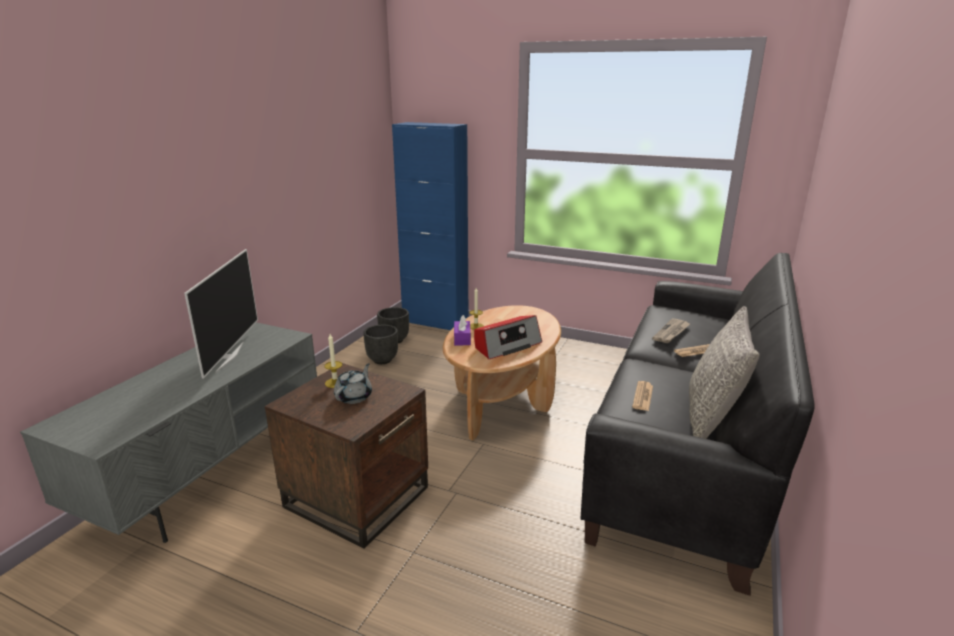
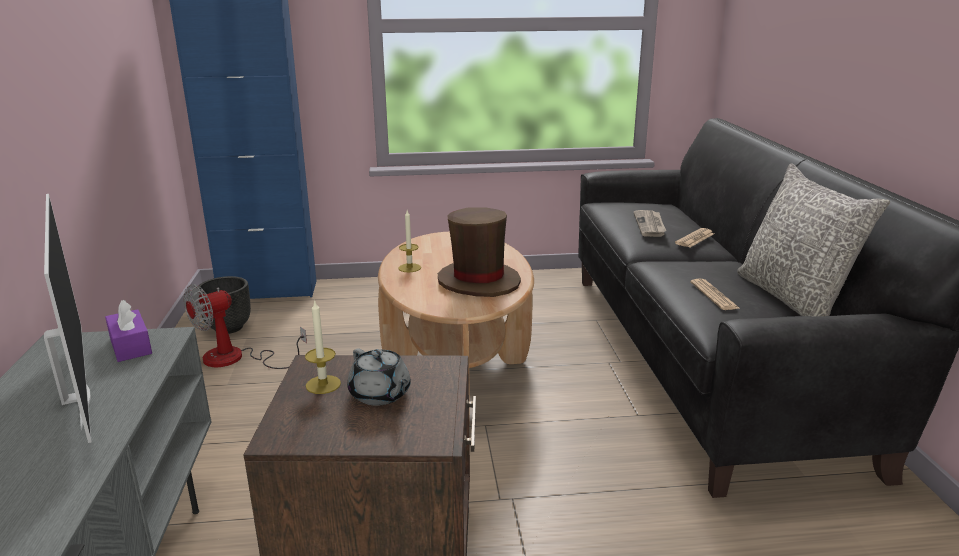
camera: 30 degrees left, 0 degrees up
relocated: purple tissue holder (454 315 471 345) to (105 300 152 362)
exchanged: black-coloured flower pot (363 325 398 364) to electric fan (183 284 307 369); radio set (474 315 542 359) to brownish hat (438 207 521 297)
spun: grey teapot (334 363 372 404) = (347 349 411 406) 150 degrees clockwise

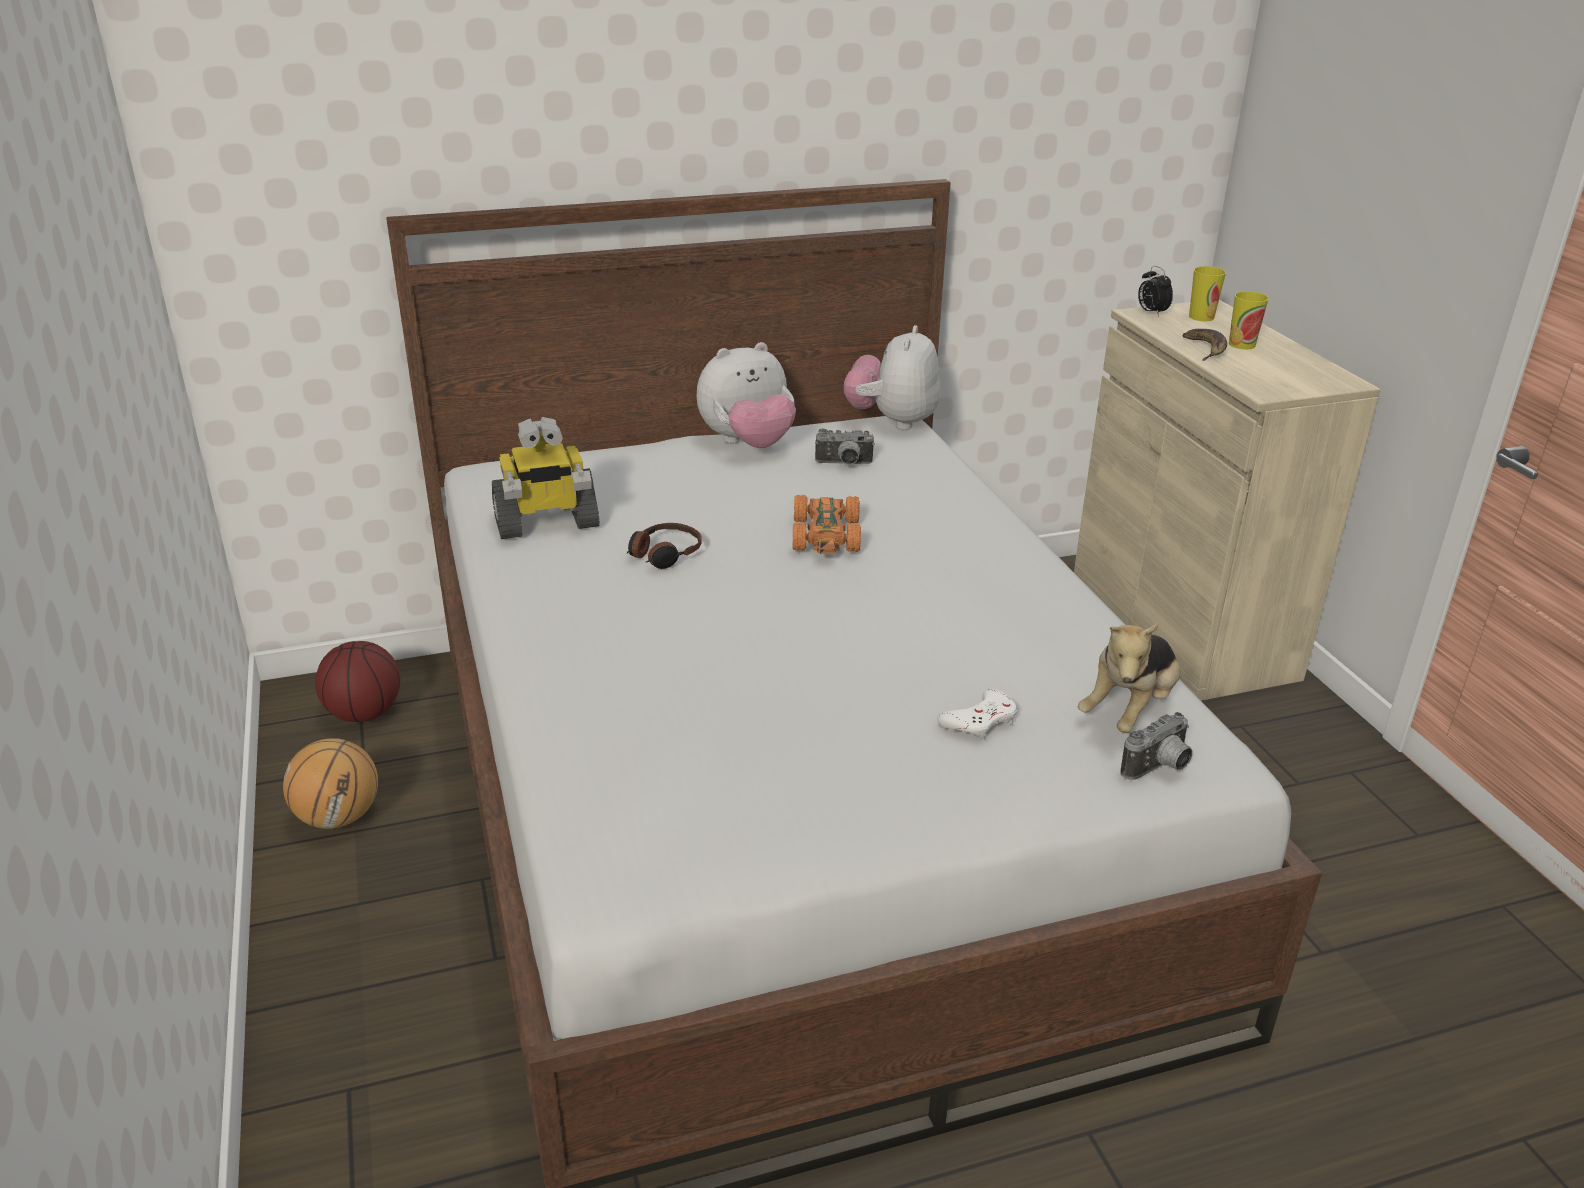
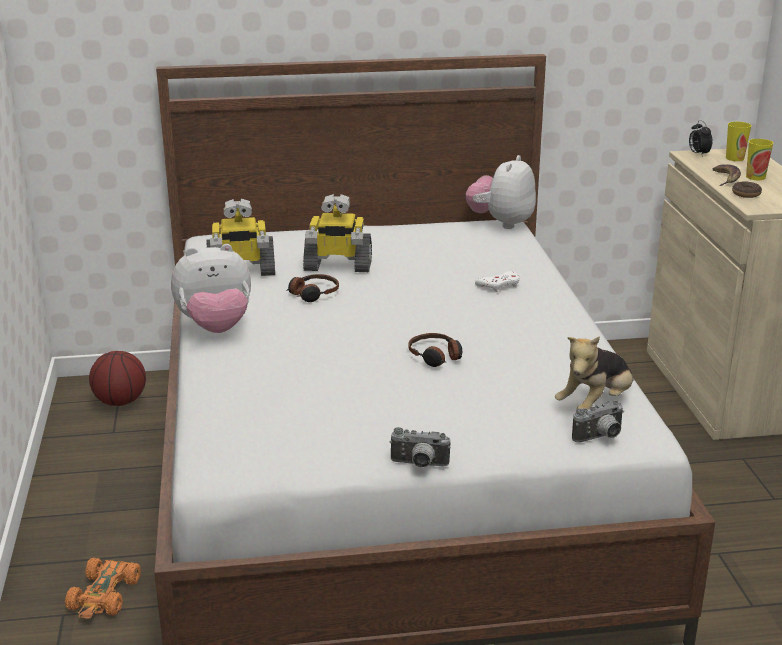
camera: 10 degrees right, 5 degrees down
missing: basketball (283 738 378 829)
appeared: model robot (303 194 372 272); headphones (409 333 462 367); donut (732 181 762 198)
relocated: orangey model car (792 495 861 554) to (65 558 141 619); plush toy (697 342 796 448) to (171 244 251 333); still camera (815 429 875 465) to (390 427 451 468); white-coloured joypad (937 689 1017 740) to (475 271 520 292)

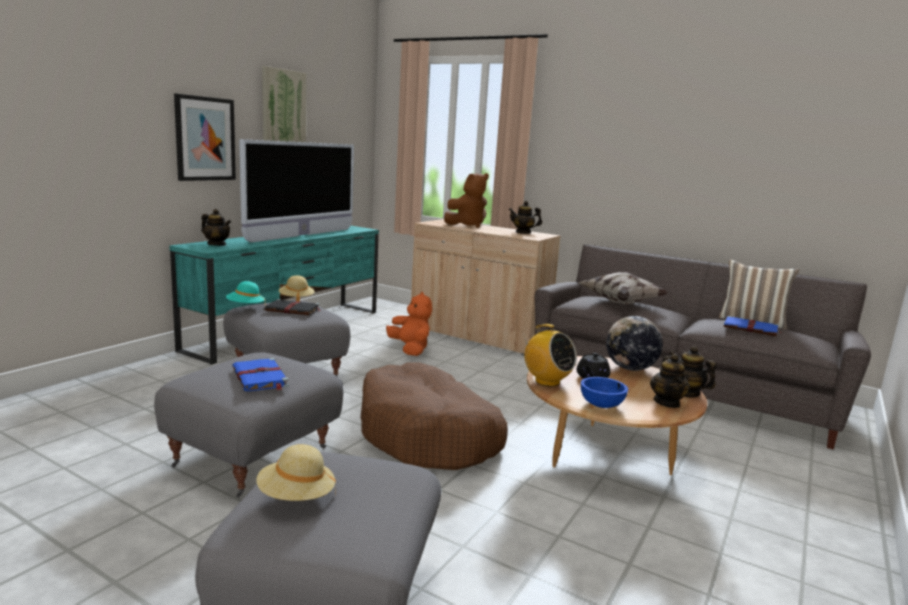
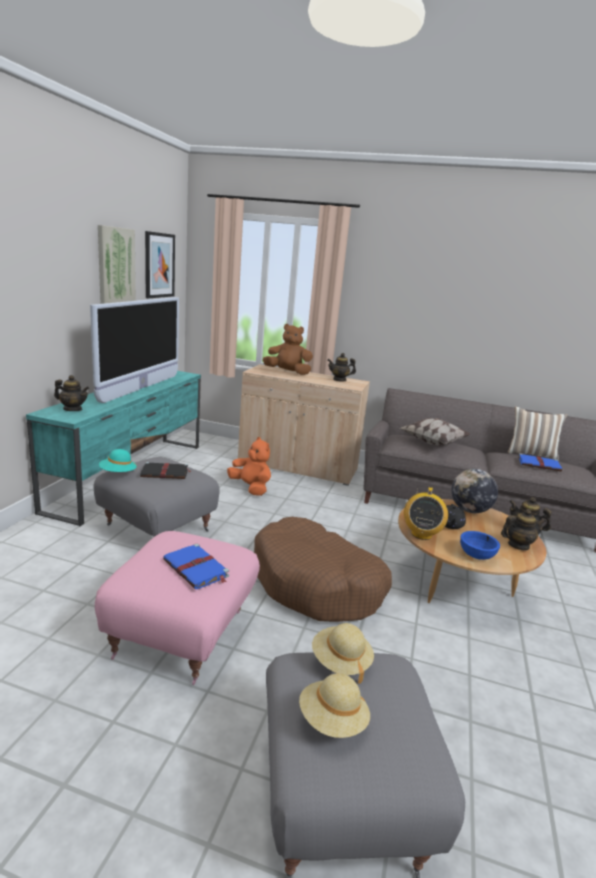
camera: 15 degrees left, 5 degrees up
relocated: picture (174 93 236 181) to (145 231 175 298); sand-coloured hat (279 275 315 301) to (312 623 374 684)
colour: grey pouffe (154 353 343 498) to pink-coloured pouffe (95 531 260 685)
spun: brownish plush toy (444 173 489 228) = (263 324 313 375) 120 degrees counterclockwise; radio set (523 324 577 387) = (404 487 448 540) 75 degrees clockwise; teapot (650 354 690 408) = (501 509 546 550) 90 degrees counterclockwise

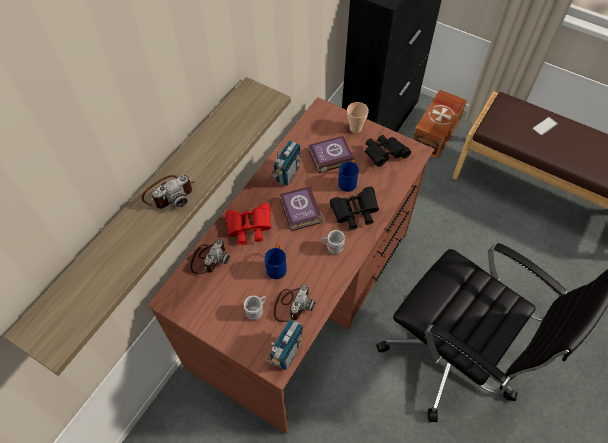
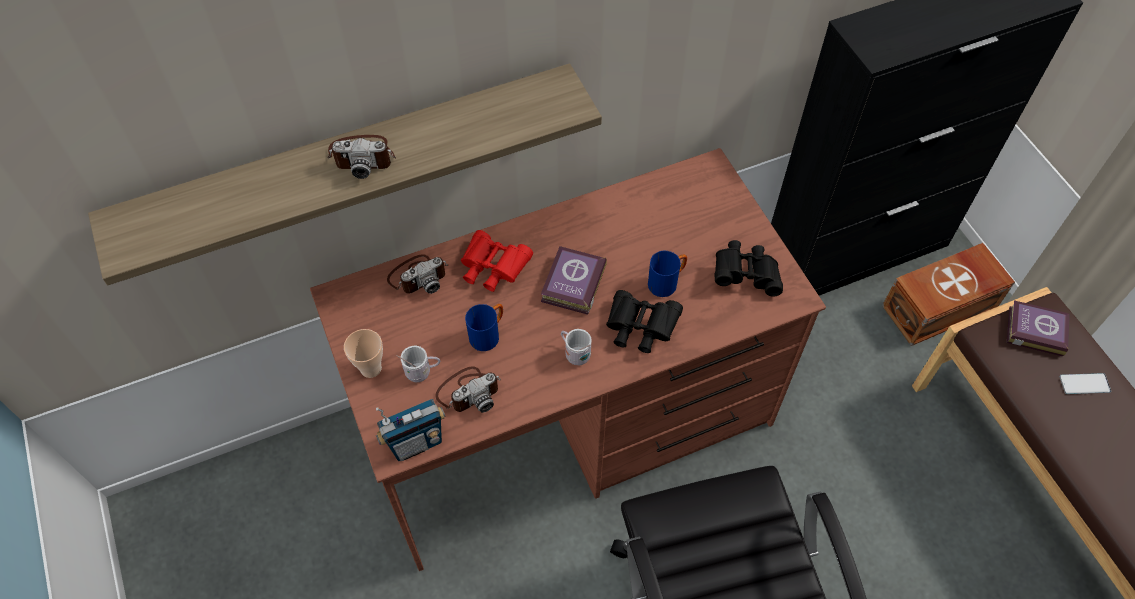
camera: 35 degrees right, 0 degrees up
missing: radio set (271 141 301 186)
relocated: drinking cup (347 102 369 133) to (344 329 383 378); volume (308 136 354 173) to (1007 300 1070 356)

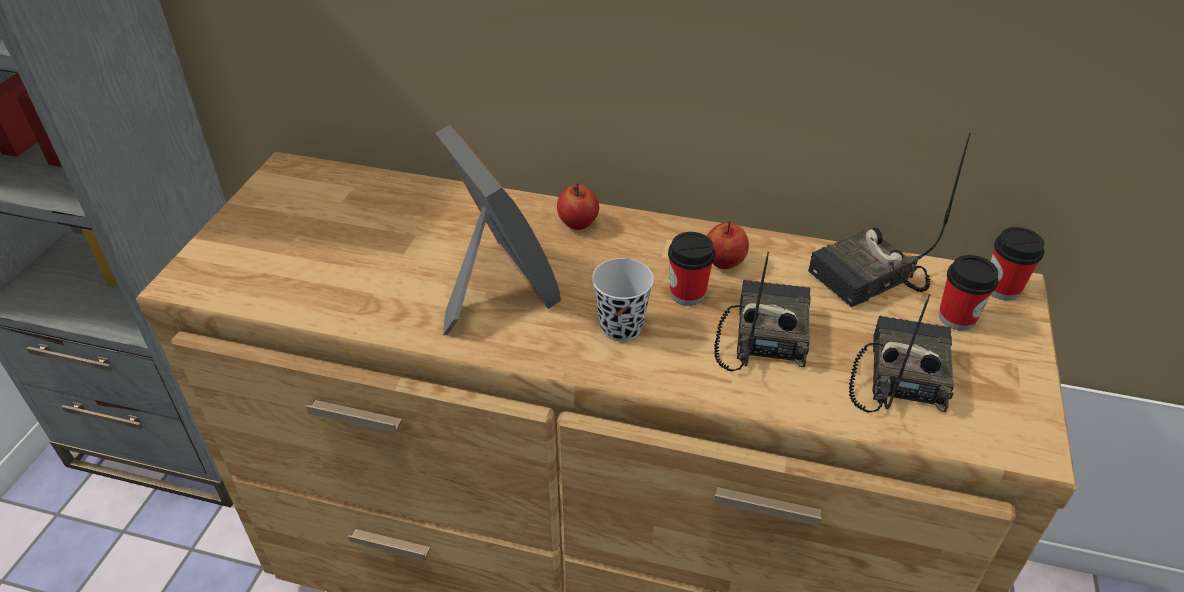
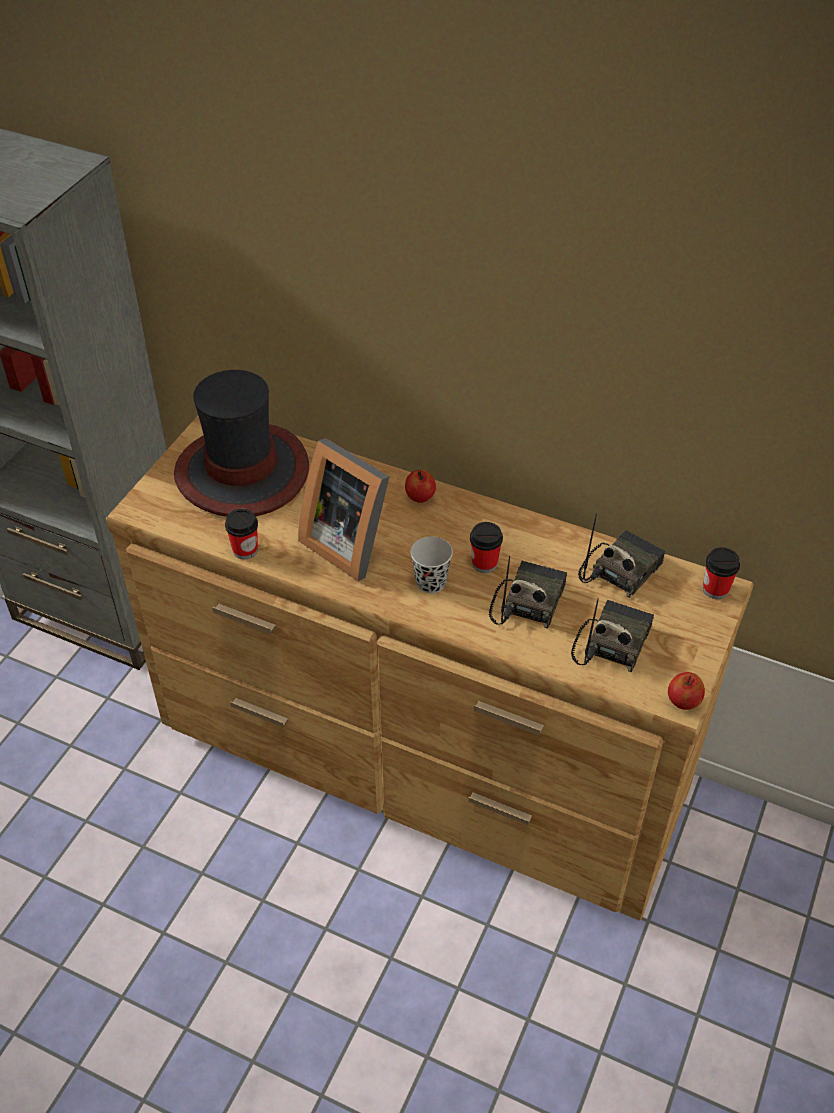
camera: 10 degrees right, 5 degrees up
appeared: hat (174 370 309 517)
relocated: drinking cup (939 255 998 331) to (225 509 258 559); apple fruit (707 221 749 269) to (668 672 705 710)
spun: photo frame (435 125 561 335) = (298 438 389 581) 150 degrees clockwise; radio set (808 133 971 307) = (578 513 665 598) 150 degrees clockwise

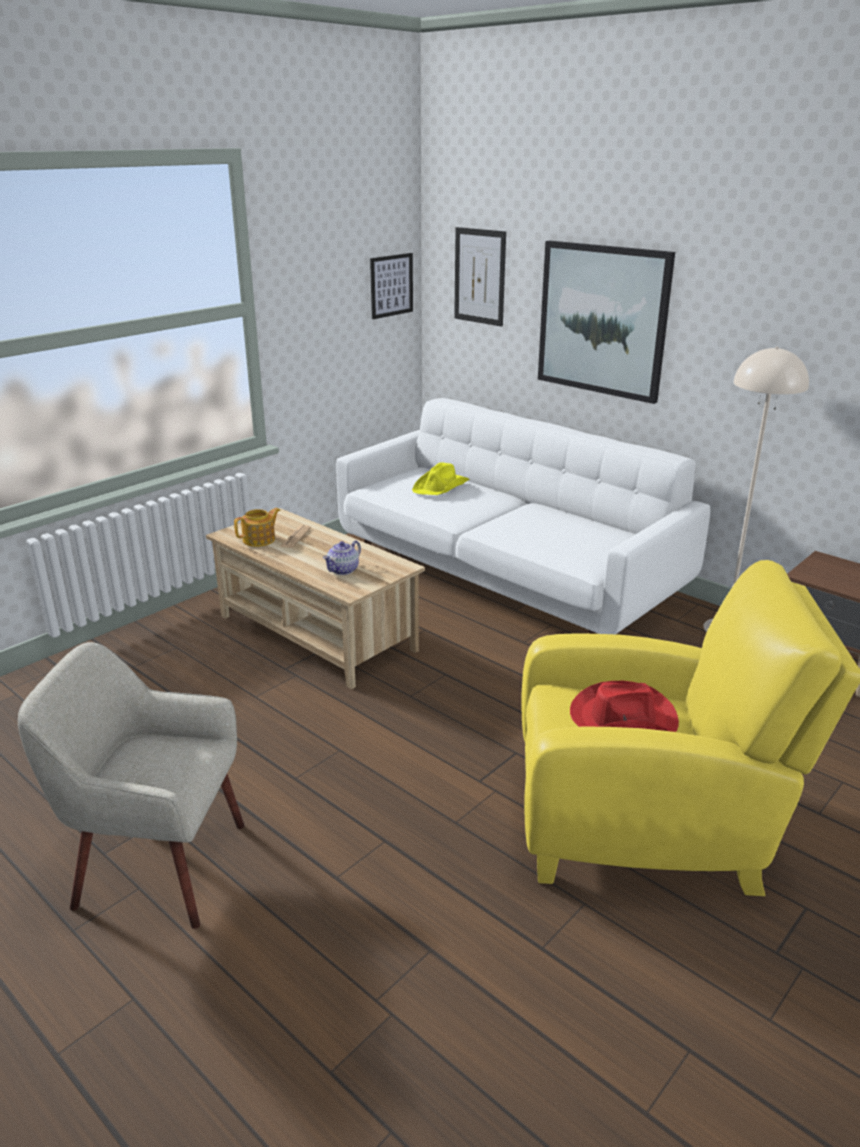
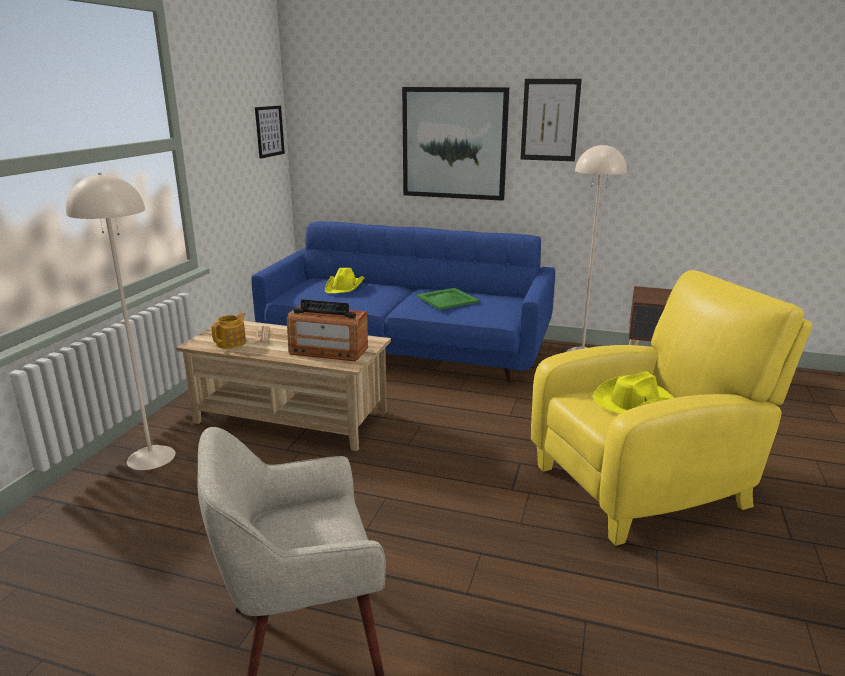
camera: 25 degrees left, 5 degrees down
appeared: sand-coloured floor lamp (66 172 176 470); green tray (417 288 480 310)
relocated: picture (454 227 506 327) to (521 79 582 161)
exchanged: teapot (323 540 361 575) to radio set (287 299 368 361)
colour: white-coloured couch (336 398 710 634) to bluish couch (251 221 555 383); reddish hat (570 681 679 732) to yellowish hat (593 371 674 414)

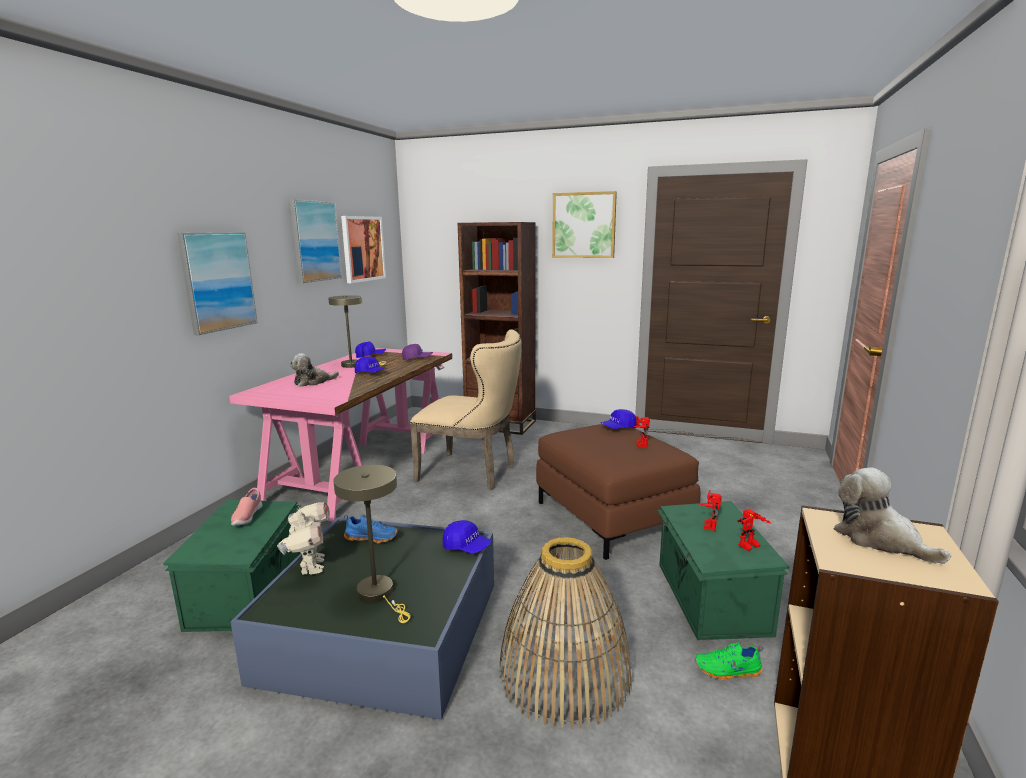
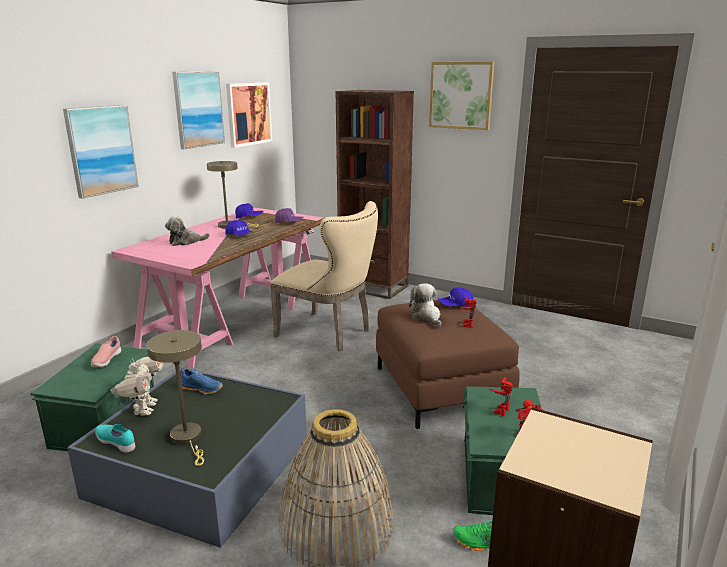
camera: 10 degrees right, 5 degrees up
missing: bluish cap (443 520 492 553)
appeared: turquoise shoe (95 424 135 453)
relocated: plush toy (834 467 951 564) to (409 283 441 327)

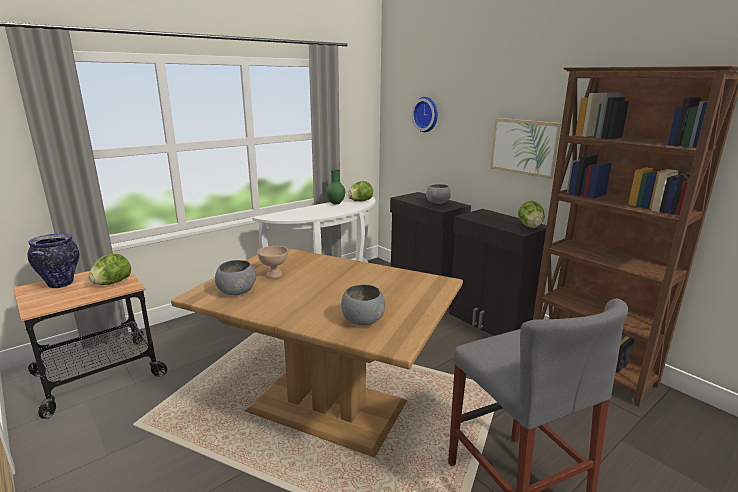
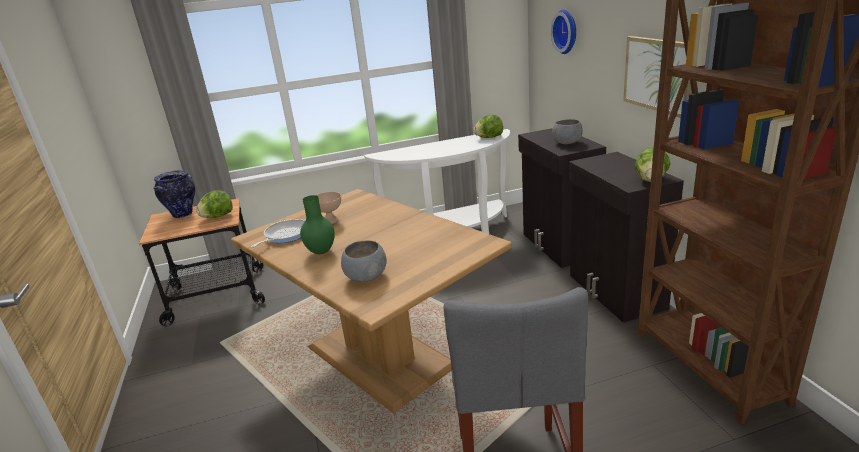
camera: 25 degrees right, 5 degrees up
relocated: green vase (326 170 345 205) to (300 195 335 254)
exchanged: grey deep dish (215 260 256 295) to pan (251 219 305 248)

